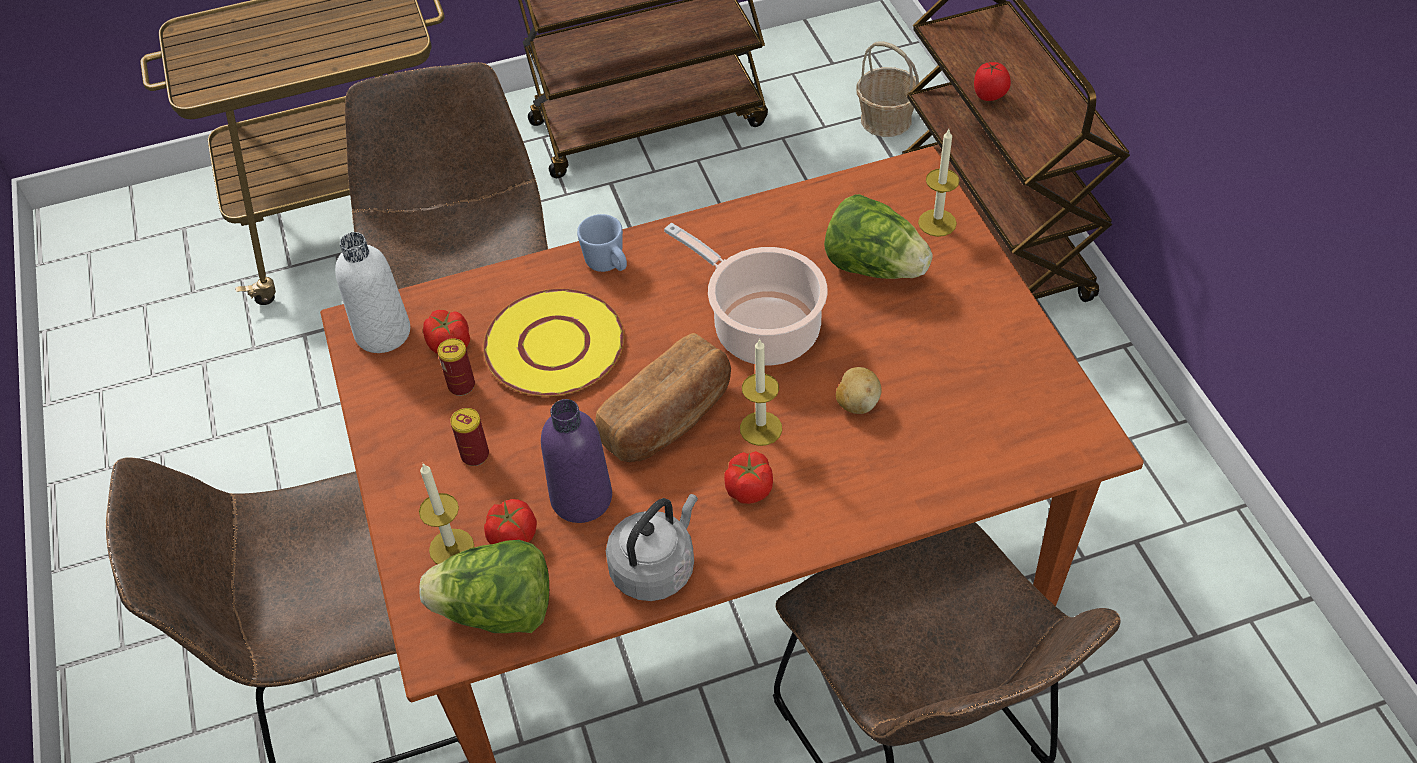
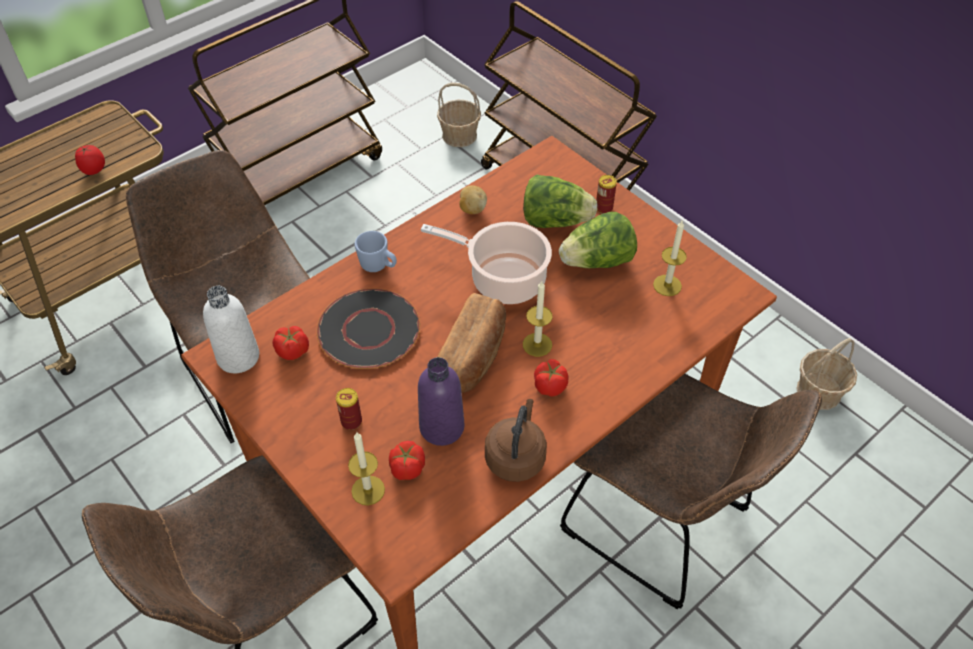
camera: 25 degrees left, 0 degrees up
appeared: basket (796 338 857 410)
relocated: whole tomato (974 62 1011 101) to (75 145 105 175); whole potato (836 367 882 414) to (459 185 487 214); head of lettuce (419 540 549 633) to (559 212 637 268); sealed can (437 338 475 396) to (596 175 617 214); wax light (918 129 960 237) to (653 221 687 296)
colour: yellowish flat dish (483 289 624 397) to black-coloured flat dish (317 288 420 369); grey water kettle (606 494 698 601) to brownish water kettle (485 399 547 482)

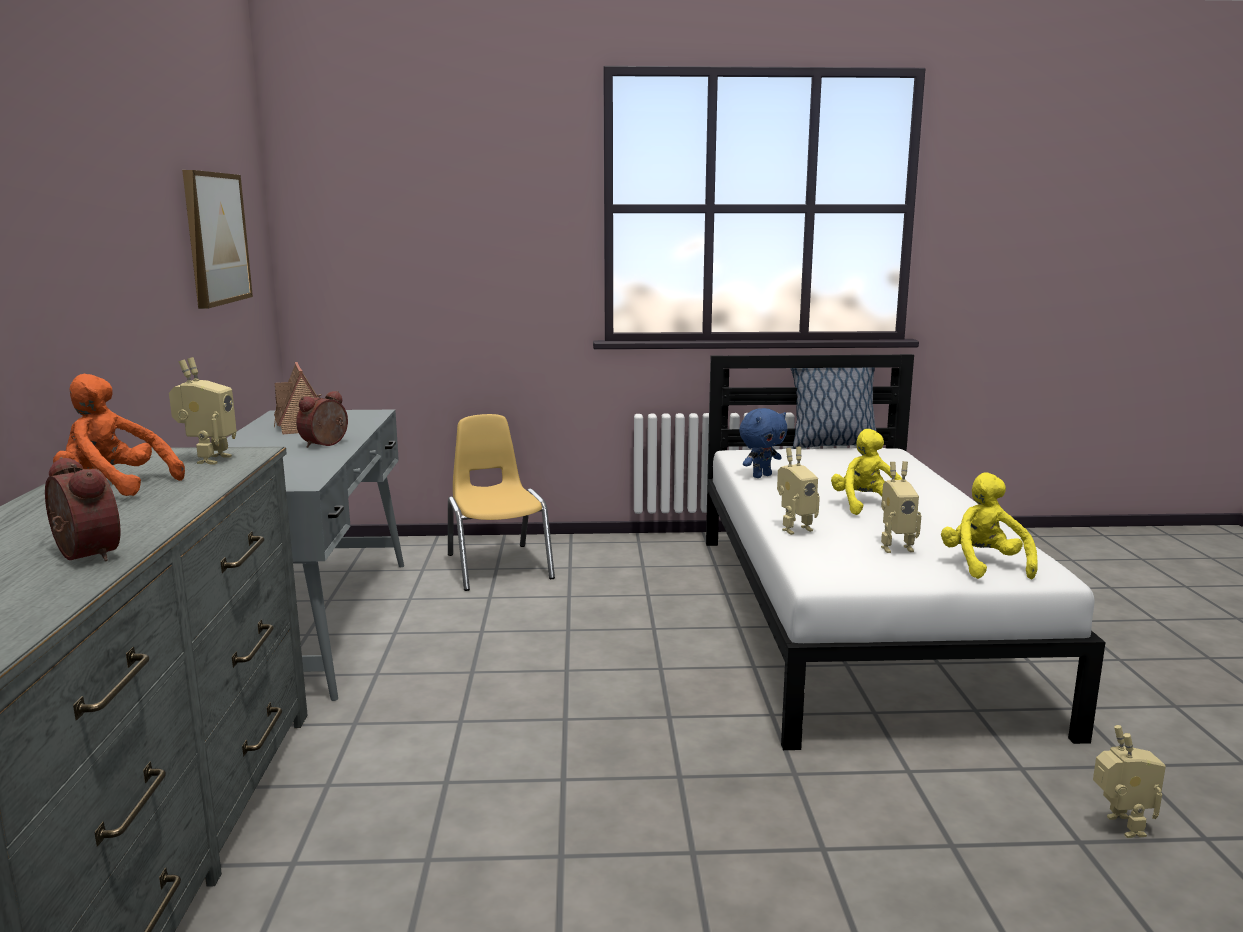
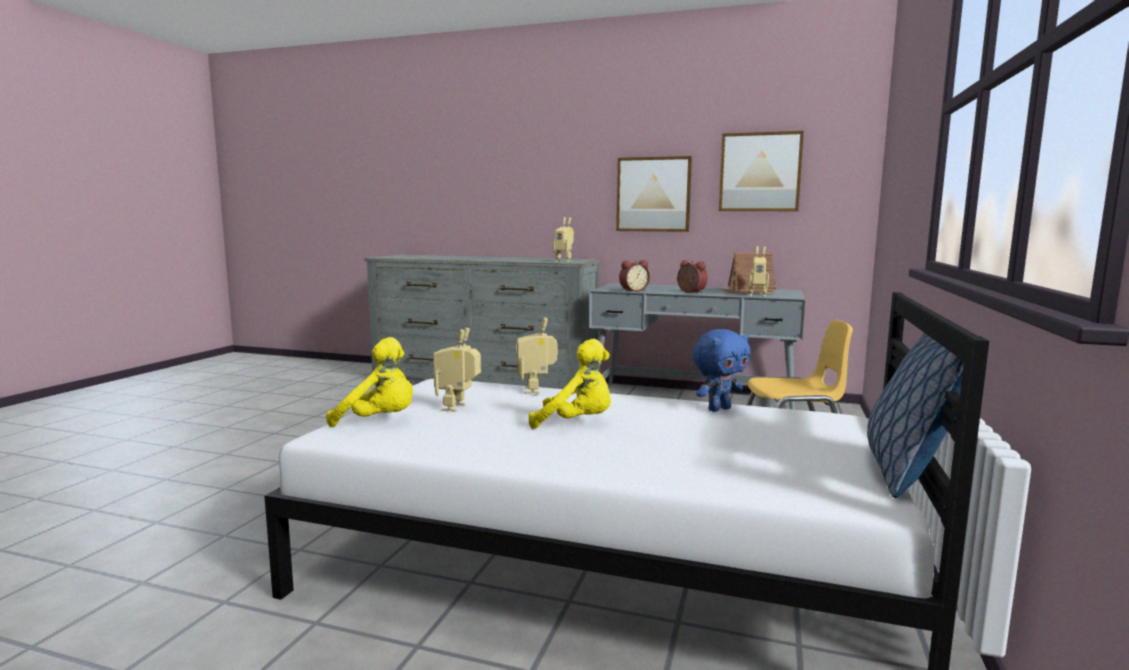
camera: 110 degrees right, 5 degrees down
missing: orangey plush toy (53 374 185 496)
appeared: picture (616 156 692 232)
relocated: alarm clock (45 457 120 561) to (619 260 650 292); model robot (1093 725 1166 838) to (749 246 769 297)
spun: bluish plush toy (739 408 787 478) = (693 329 751 412) 105 degrees counterclockwise

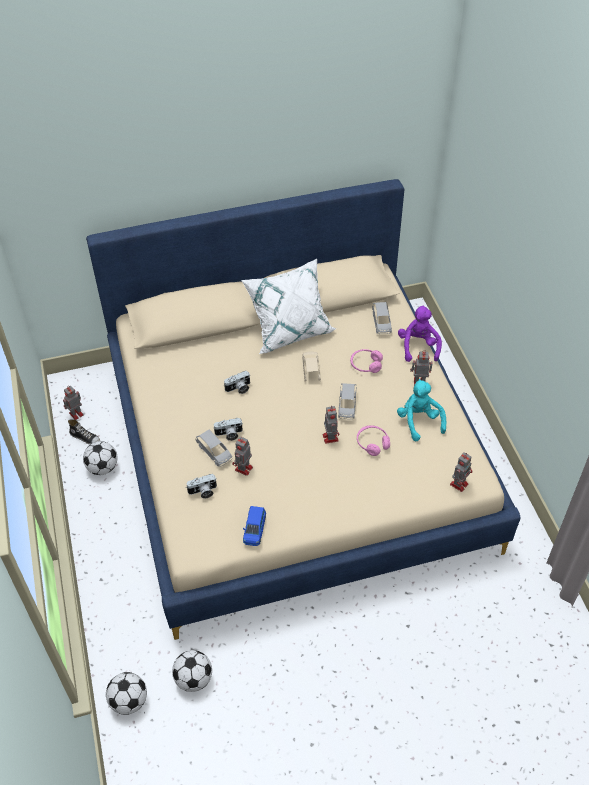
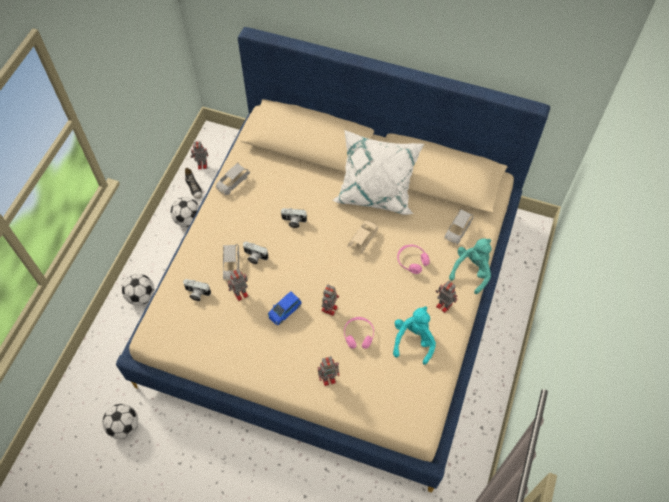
camera: 35 degrees right, 10 degrees up
relocated: football ball (106 672 147 715) to (122 274 154 305); grey model car (338 383 357 419) to (216 163 250 195); bluish model car (243 506 266 546) to (268 291 301 325); model robot (450 452 473 492) to (318 356 340 386)
colour: purple plush toy (398 305 442 362) to turquoise plush toy (449 238 491 294)

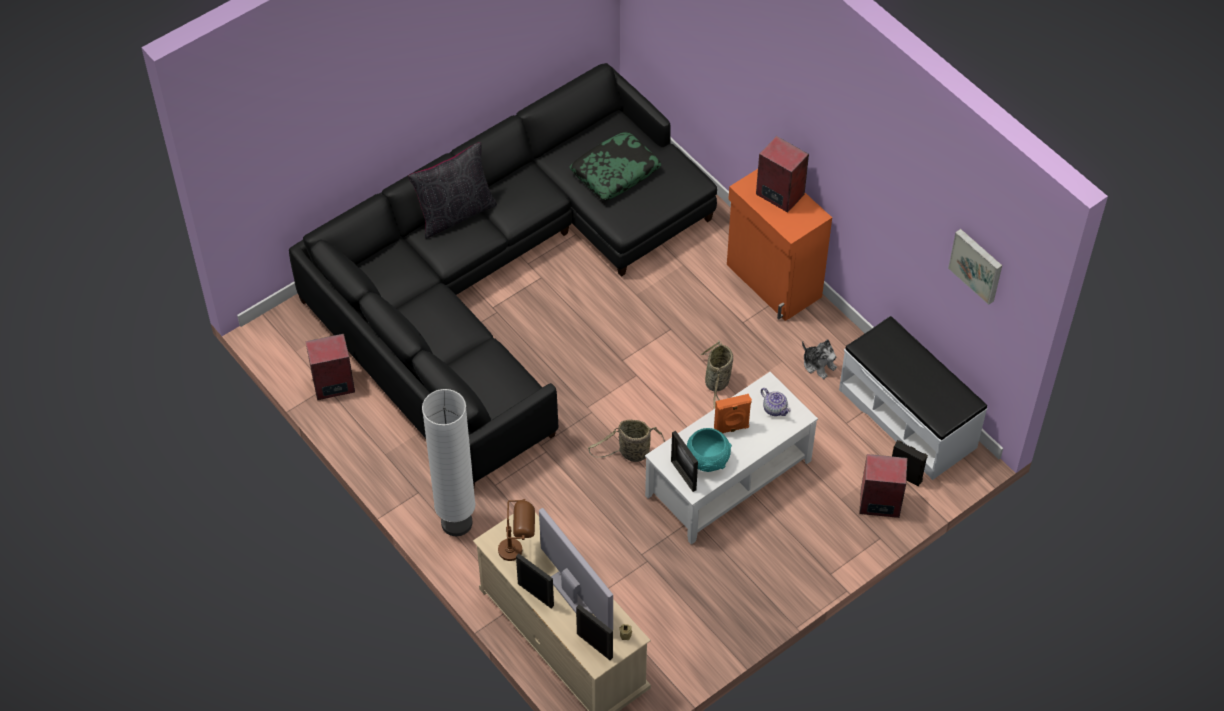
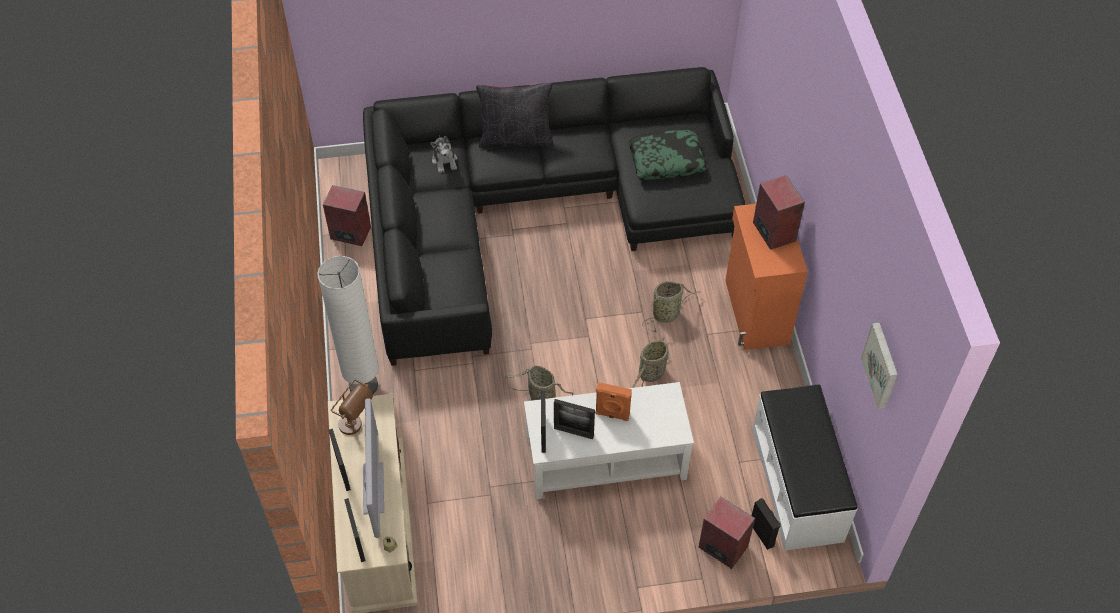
camera: 30 degrees right, 0 degrees up
missing: teapot (761 388 791 416)
appeared: basket (642 281 700 333)
relocated: plush toy (802 339 837 379) to (430 135 457 173)
exchanged: turquoise deep dish (687 428 732 472) to photo frame (554 399 595 439)

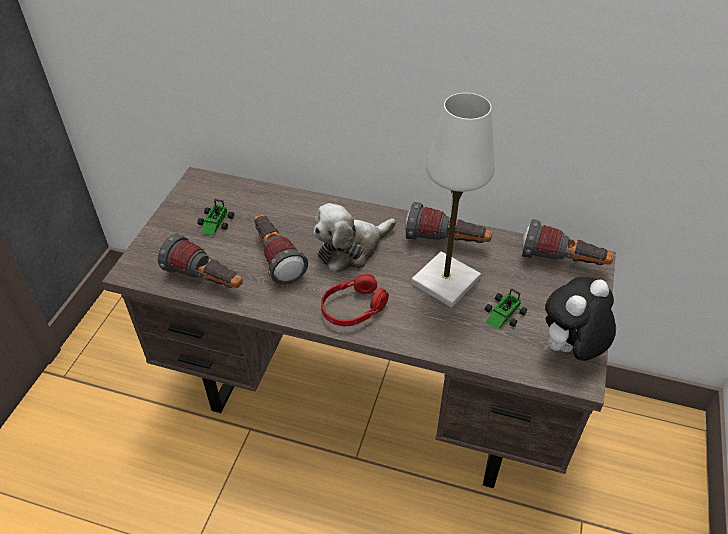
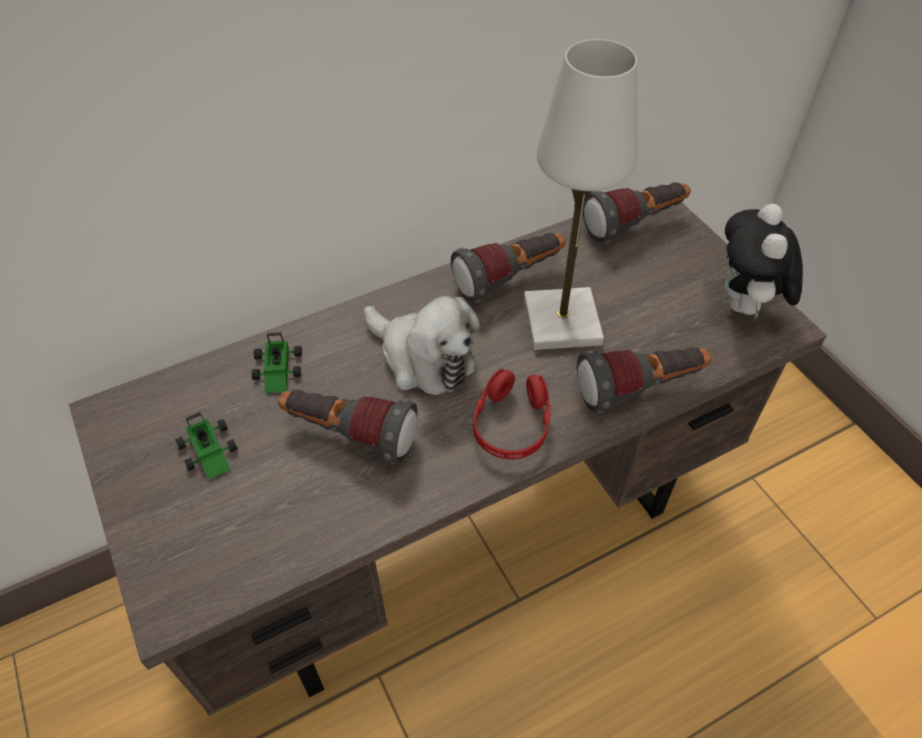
camera: 45 degrees left, 5 degrees up
relocated: model car (485 289 527 330) to (252 332 302 393); flashlight (158 233 243 288) to (577 347 711 413)
spun: plush toy (313 203 396 273) = (364 296 480 395) 60 degrees counterclockwise

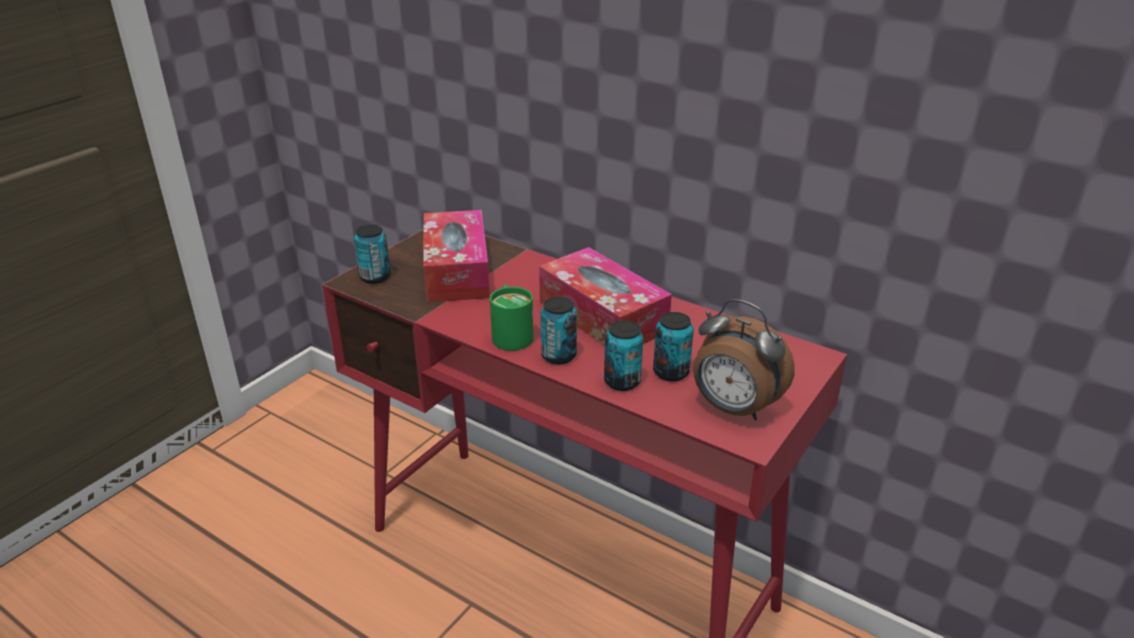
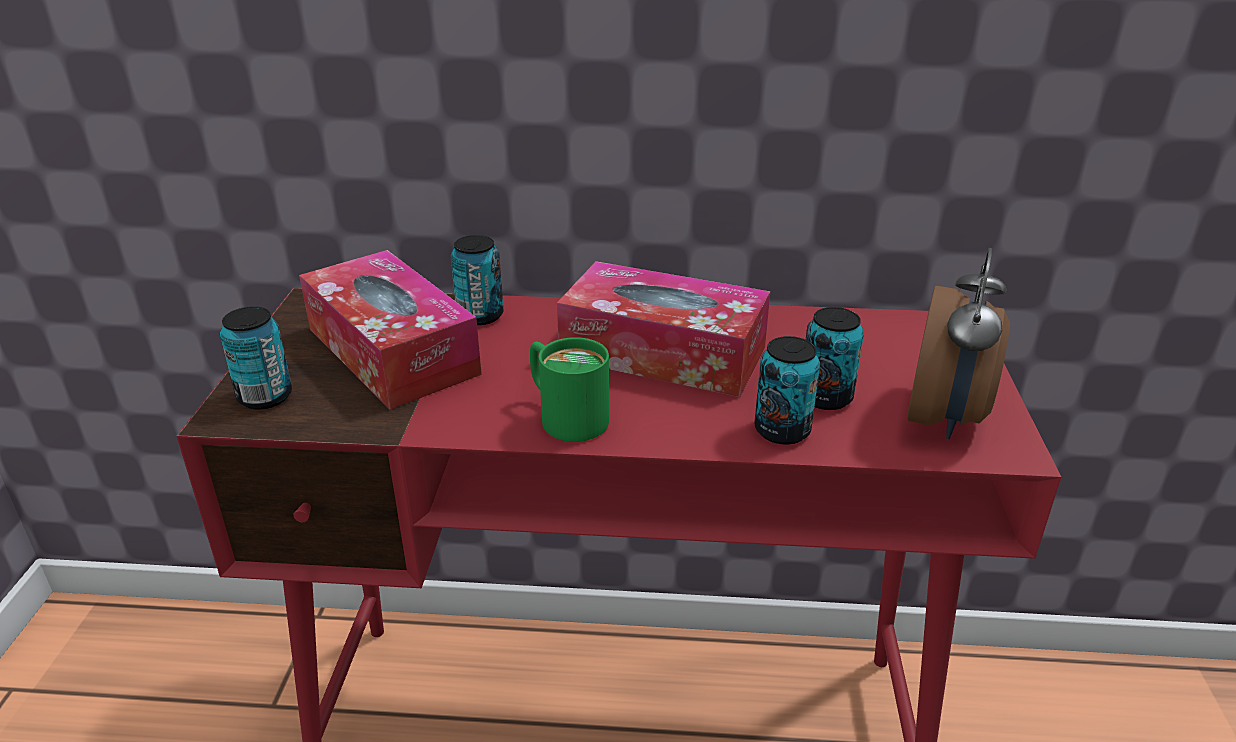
camera: 30 degrees left, 0 degrees up
relocated: sealed can (540 297 577 364) to (451 235 504 325)
spun: alarm clock (693 299 795 420) = (907 248 1010 439) 75 degrees counterclockwise

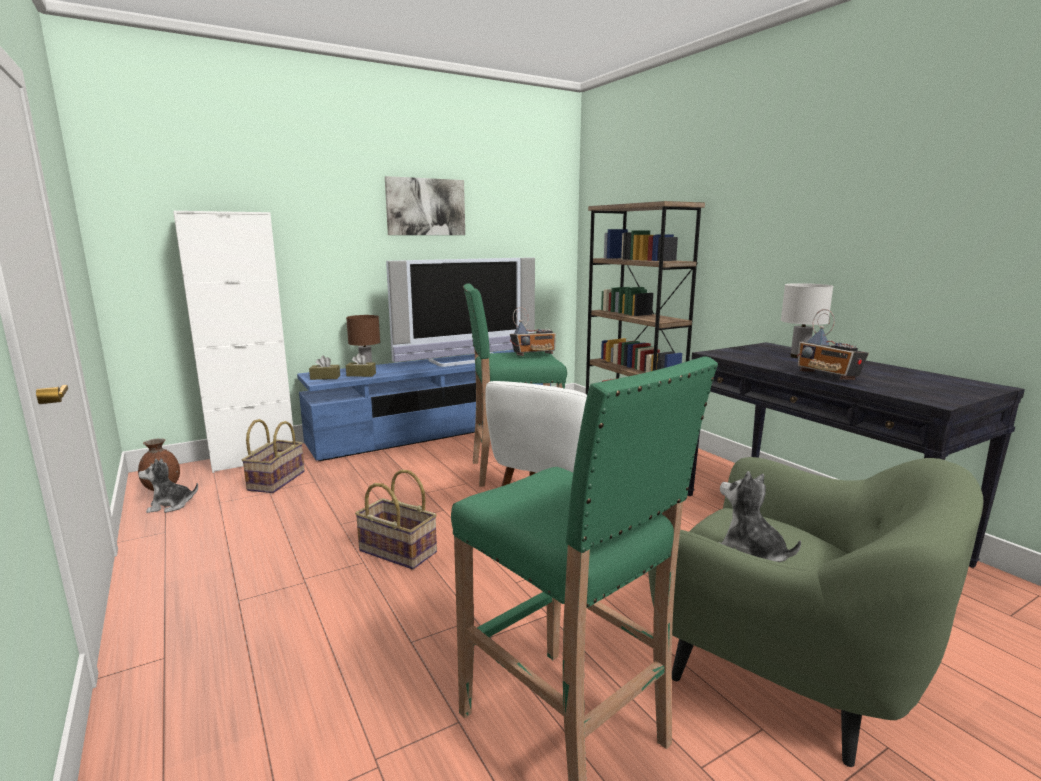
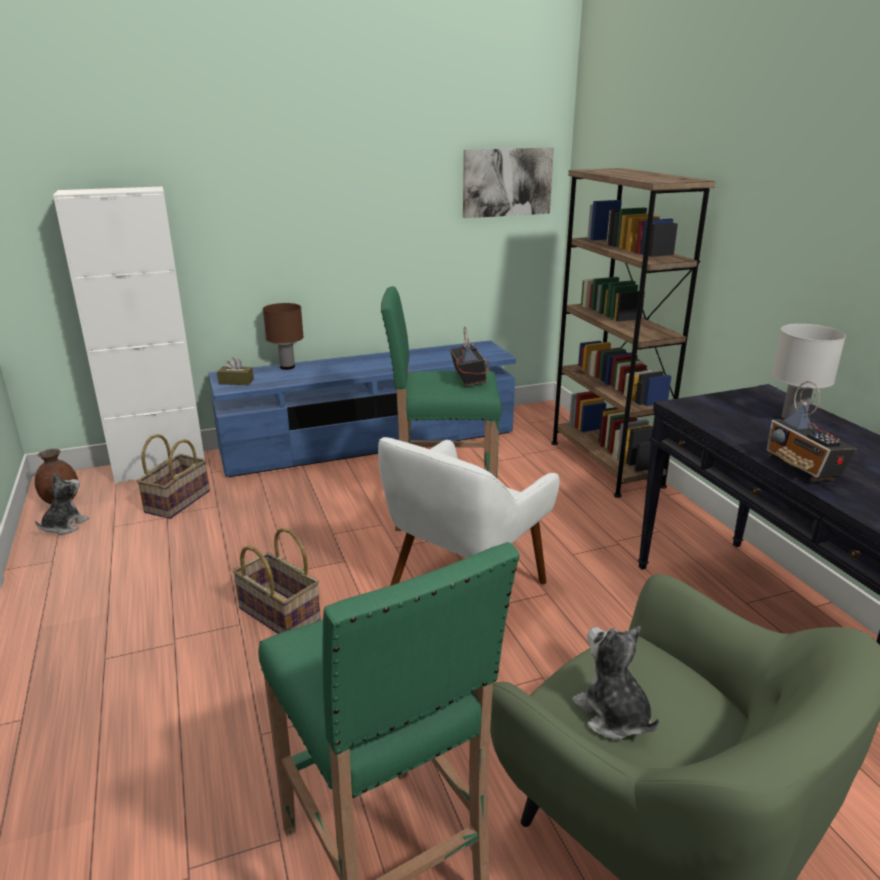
camera: 10 degrees right, 10 degrees up
missing: brownish tissue holder (346 353 376 377); TV set (386 257 535 367)
relocated: picture (385 176 465 235) to (463 148 554 218)
spun: plush toy (138 458 198 513) = (35 474 89 535) 120 degrees clockwise; radio set (510 307 556 356) = (450 327 489 387) 90 degrees counterclockwise

